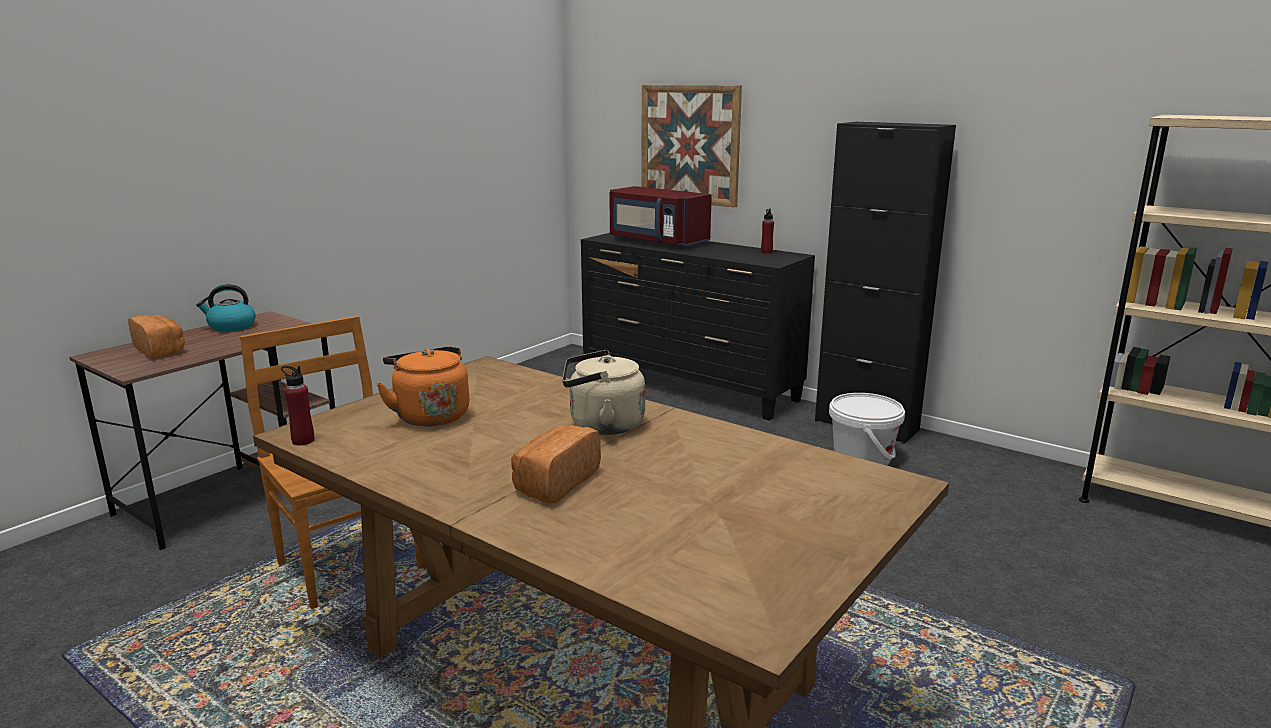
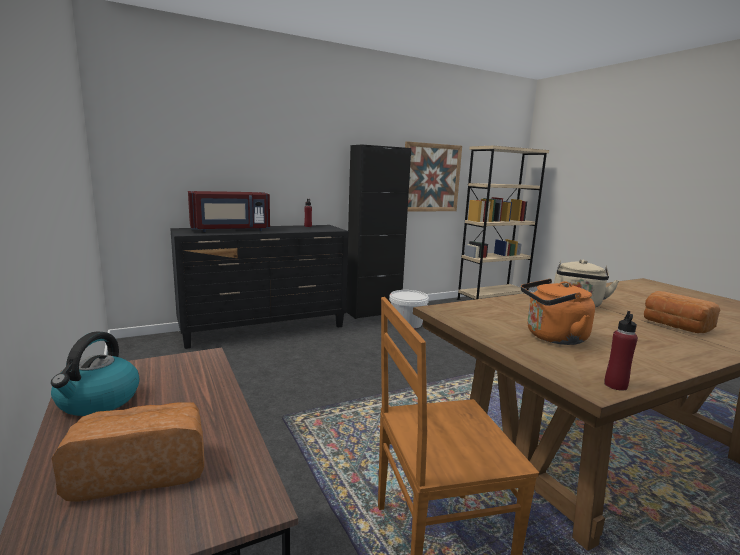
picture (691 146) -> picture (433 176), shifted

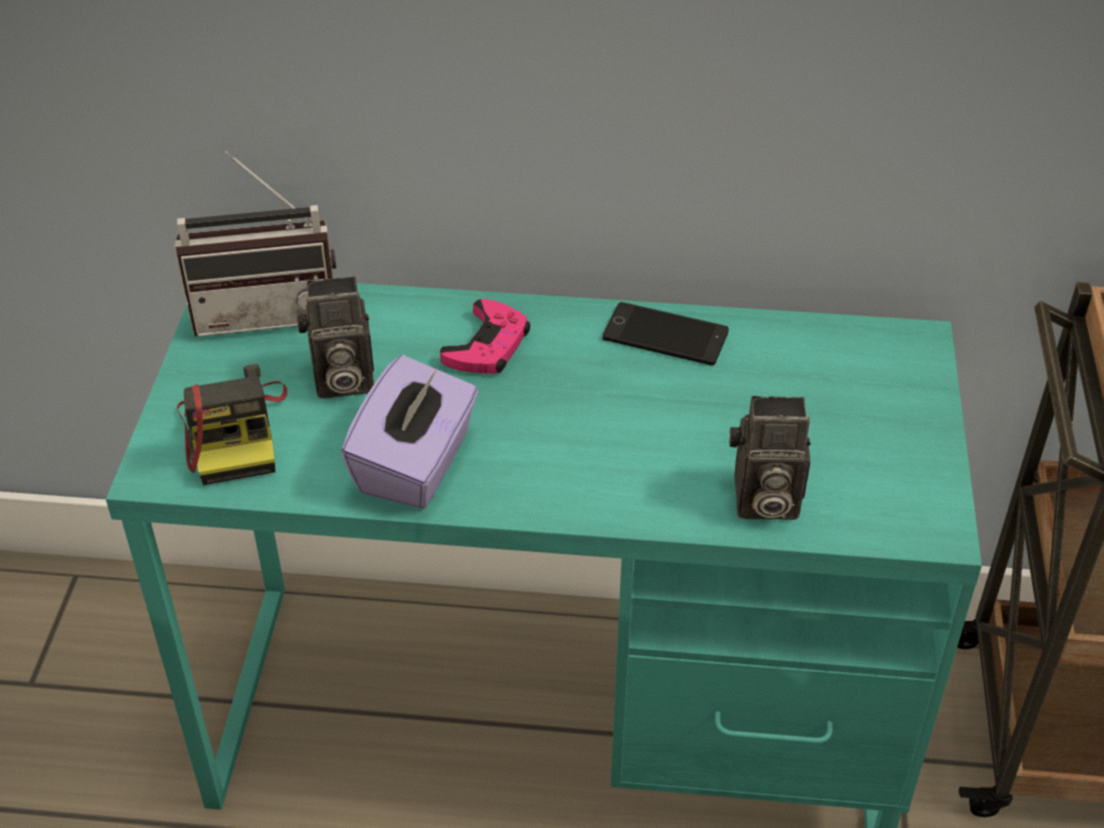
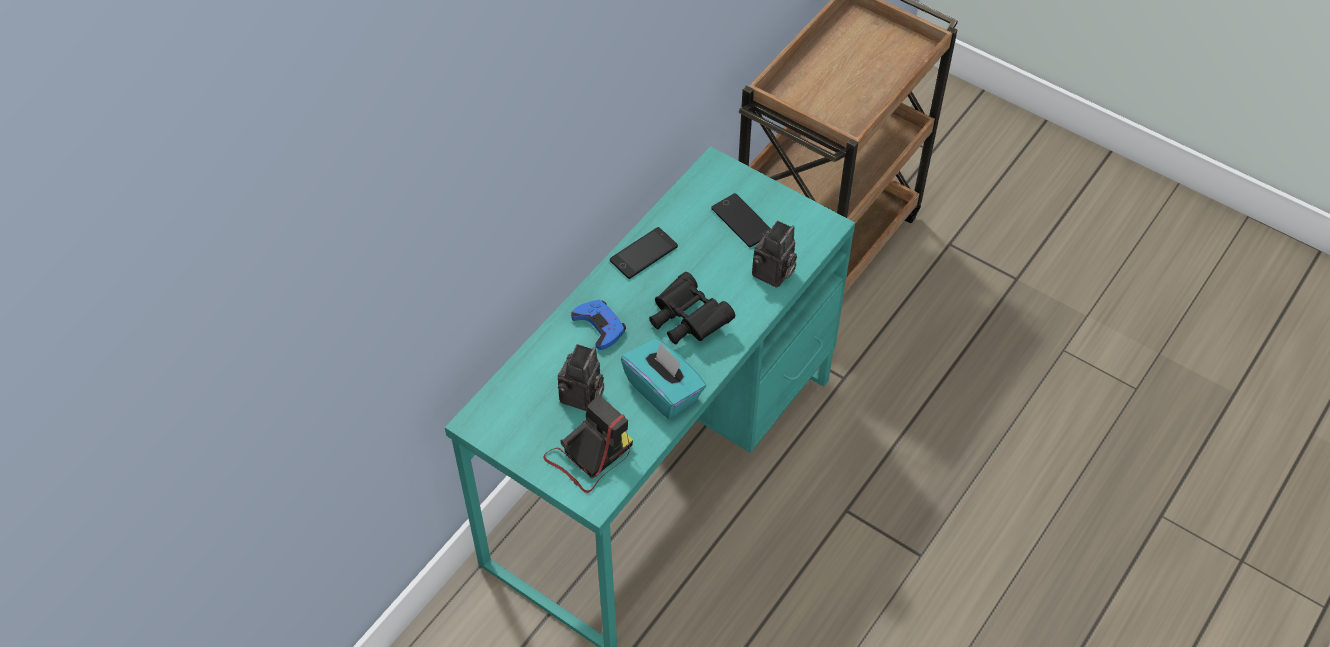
radio (255 244) -> none
none -> black_binoculars (692 308)
none -> phone (741 220)
purple_tissue_box (410 432) -> turquoise_tissue_box (663 378)
pink_game_controller (485 336) -> blue_game_controller (598 325)
photo_camera (232 424) -> photo_camera (588 444), 60 degrees counterclockwise

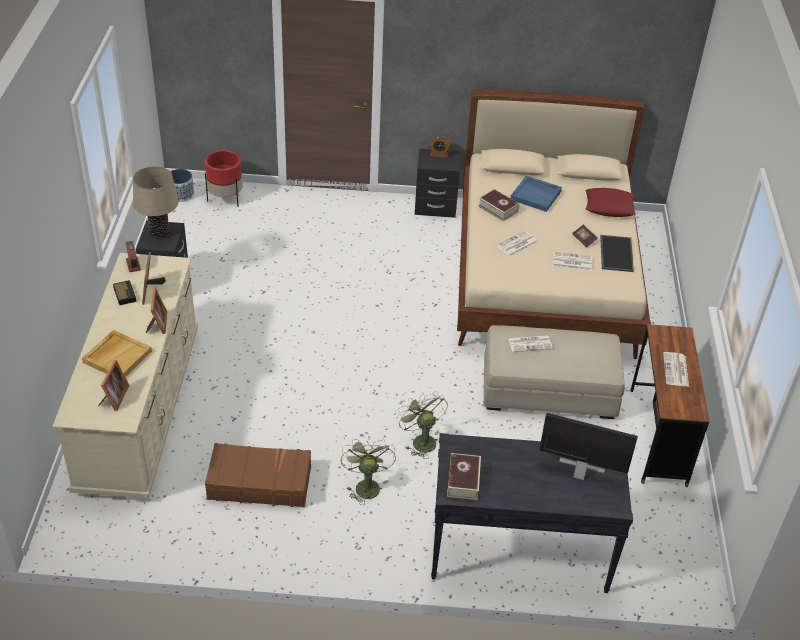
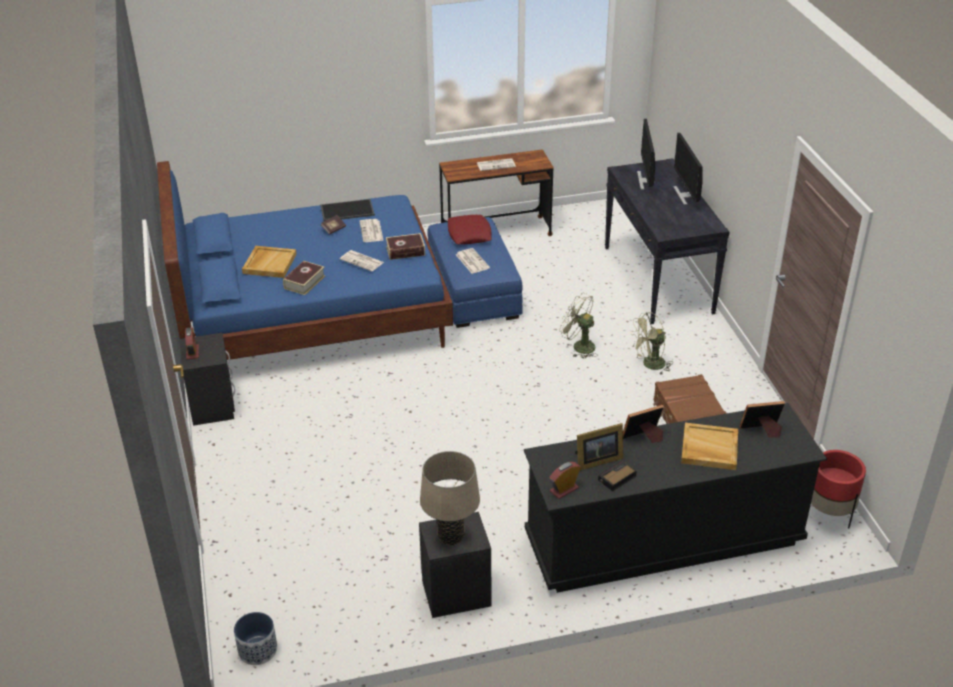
none -> monitor (688 169)
red_planter (224 178) -> red_planter (838 489), shifted
book (464 476) -> book (405 246), shifted
red_pillow (610 202) -> red_pillow (470 229), shifted
beige_dresser (125 376) -> black_dresser (675 498)
beige_bed (554 224) -> blue_bed (305 260)
beige_ottoman (554 372) -> blue_ottoman (475 272)
blue_tray (536 194) -> beige_tray (269 262)
green_fan (422 425) -> green_fan (578 326), 75 degrees clockwise

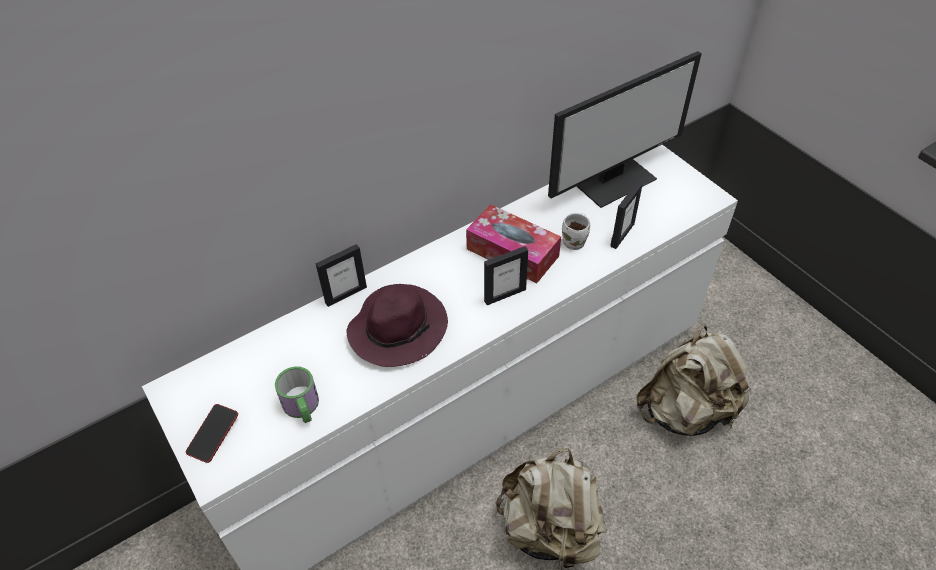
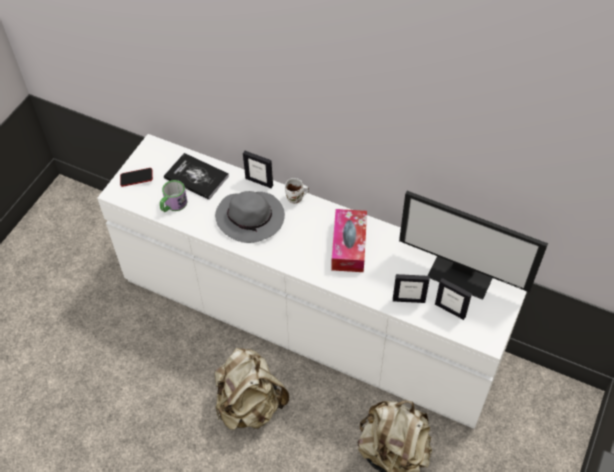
none -> book (196 176)
picture_frame (506 275) -> picture_frame (453 299), shifted
white_mug (576 231) -> white_mug (297 191), shifted
purple_hat (397 325) -> grey_hat (250 217)

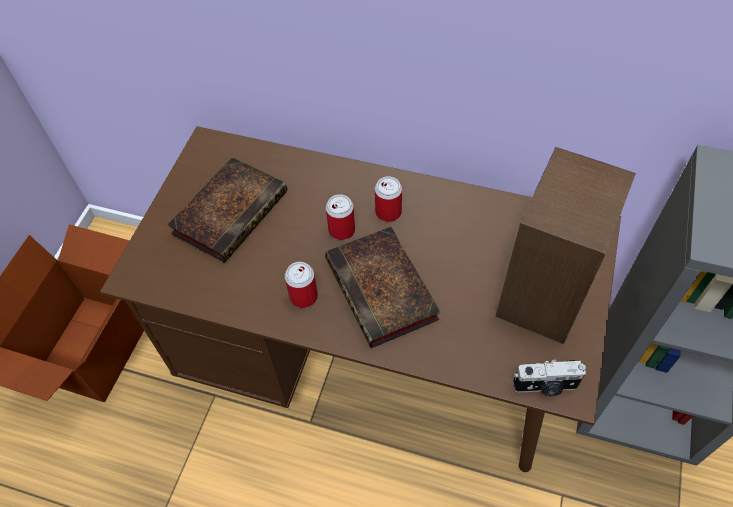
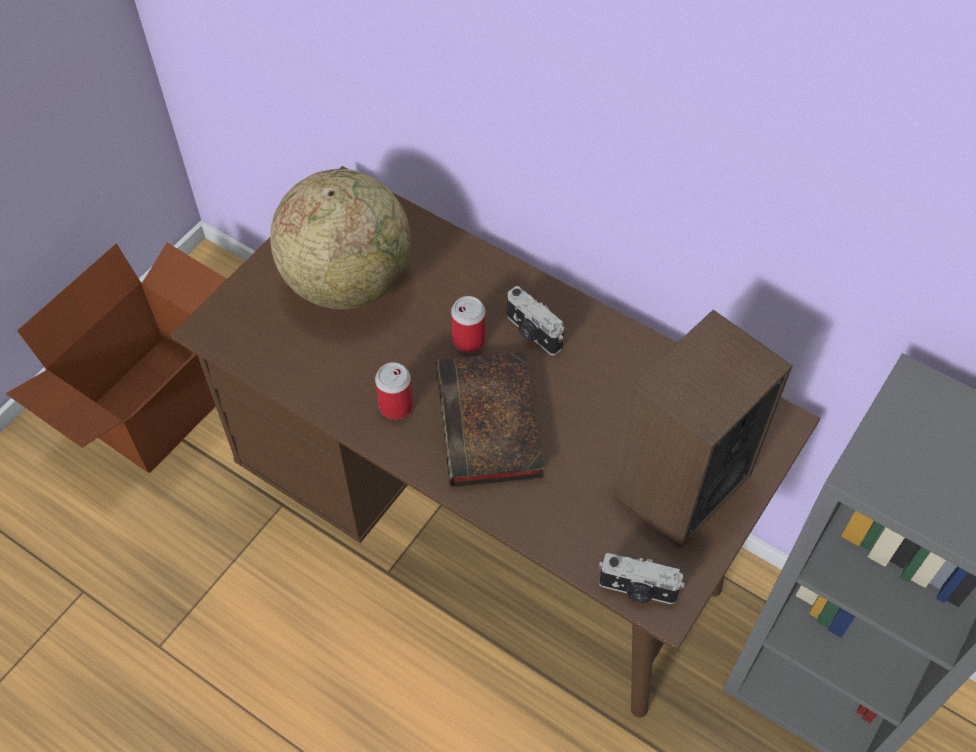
book (227 210) -> globe (340 239)
can (388 199) -> photo_camera (535 321)

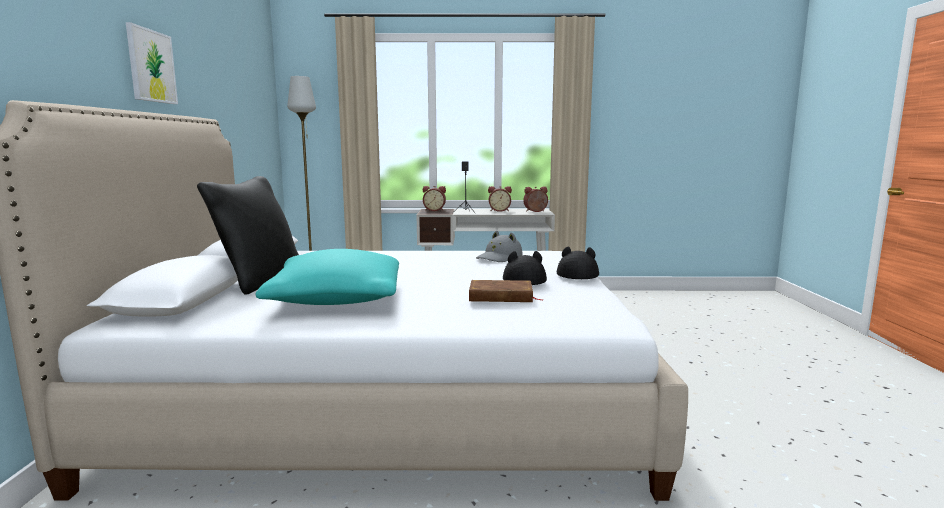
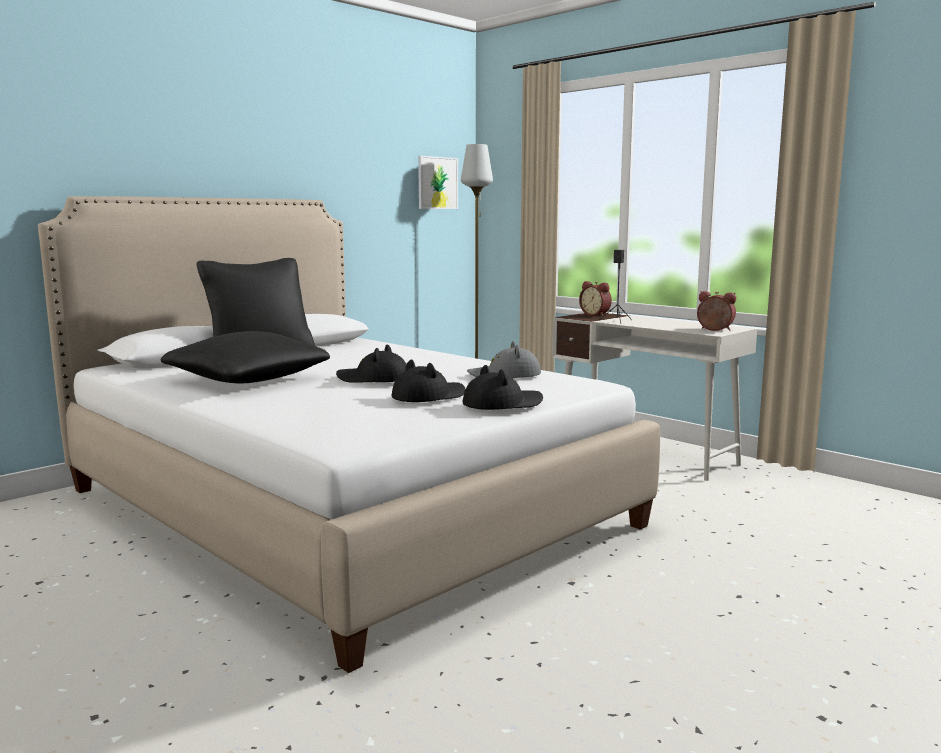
brown_book (506 291) -> none
alarm_clock (500 199) -> none
none -> black_hat (371 363)
picture (152 63) -> picture (438 182), shifted
turquoise_pillow (327 277) -> black_pillow (245 357)

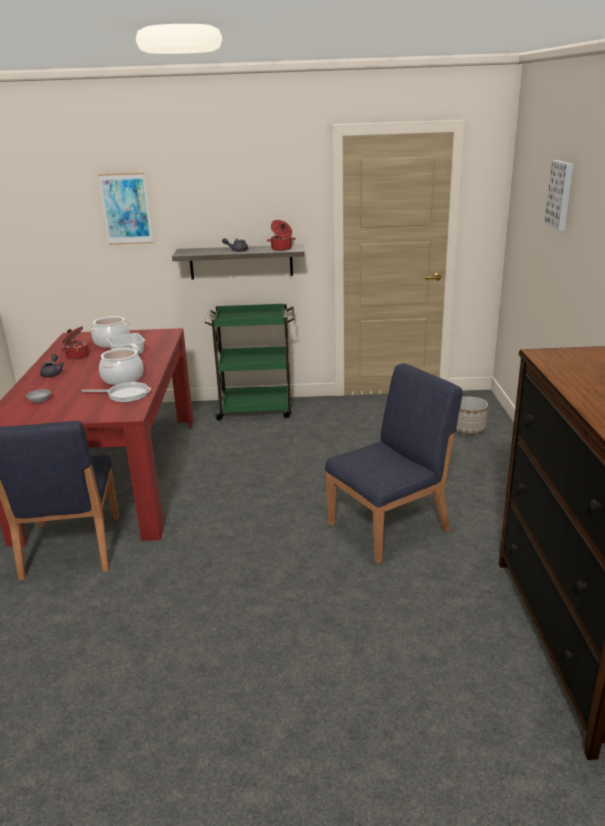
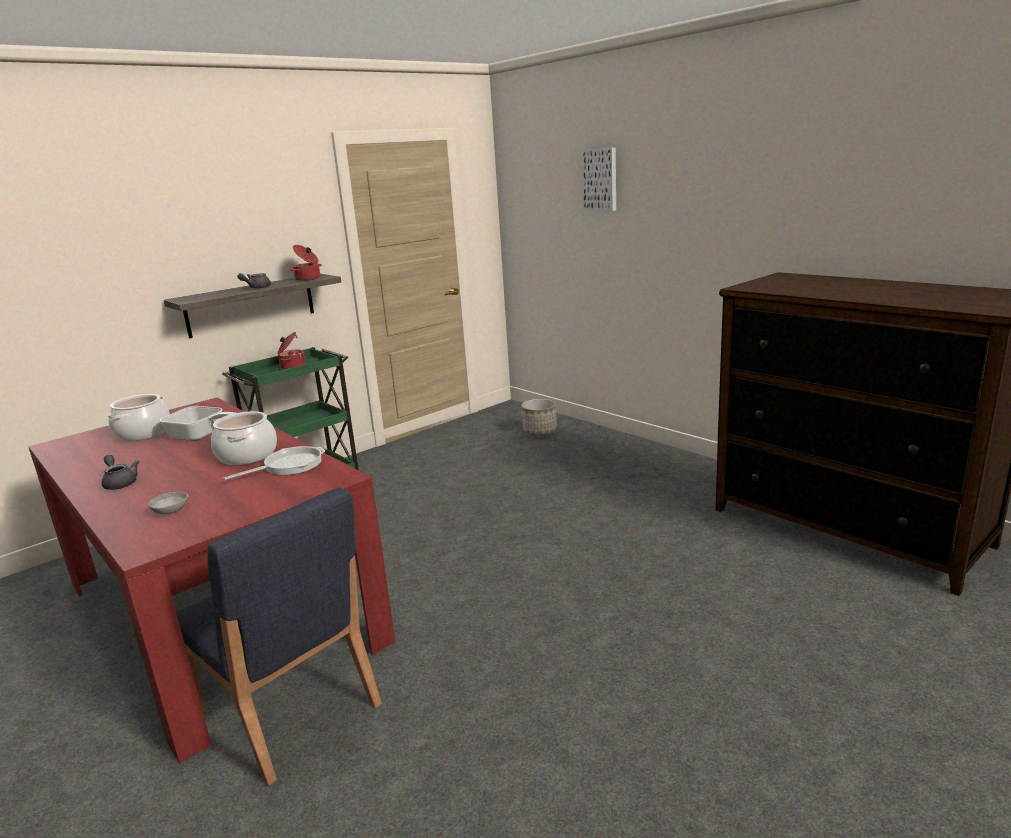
picture (125 209) -> none
blue_chair (394 463) -> none
cooking_pot (76 343) -> cooking_pot (292 350), shifted

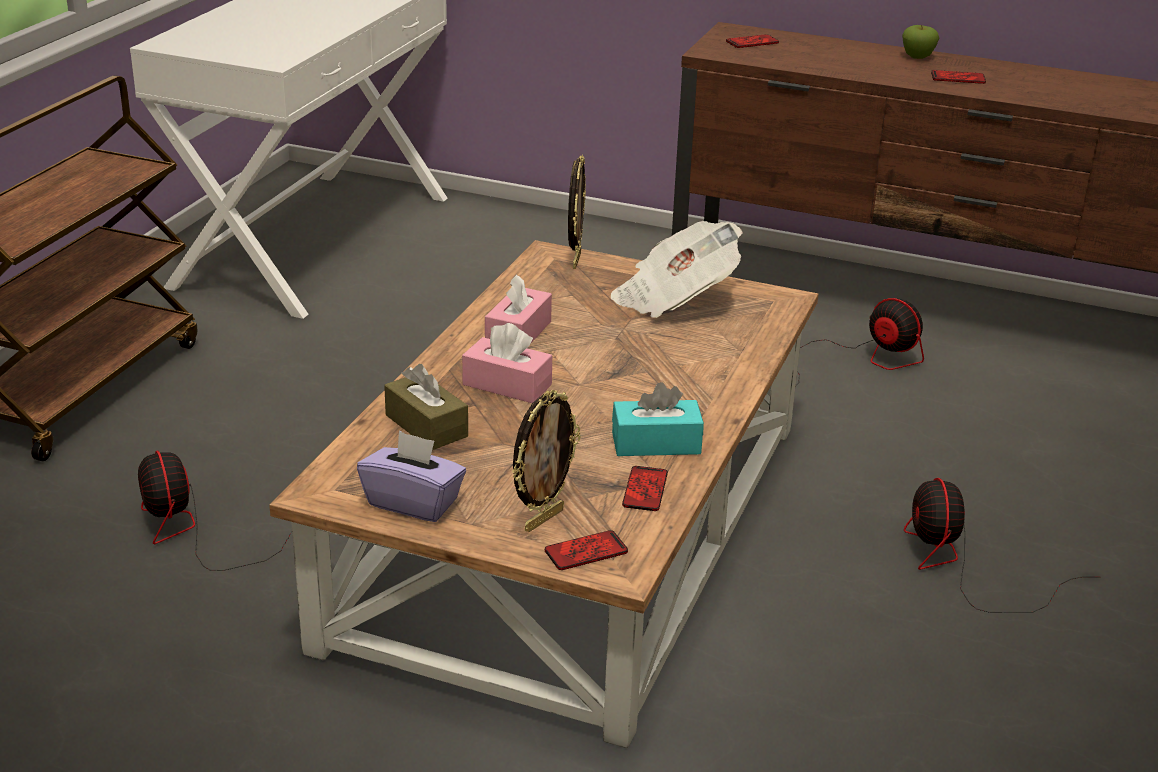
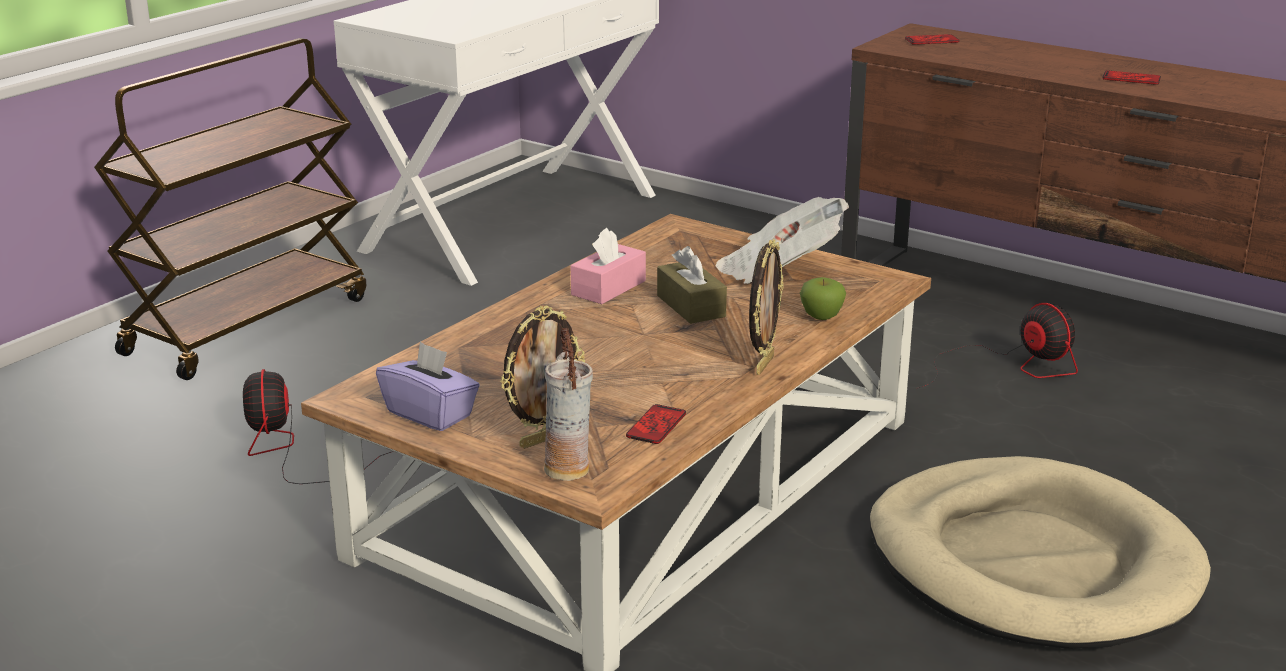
pink_tissue_box (507 363) -> none
turquoise_tissue_box (658 419) -> none
brown_tissue_box (426 407) -> brown_tissue_box (692 285), shifted
picture_frame (577 212) -> picture_frame (766 307), shifted
apple (920 42) -> apple (823 298), shifted
phone (586 550) -> vase (568 404)
fan (1002 545) -> beige_dog_bed (1040 552)

